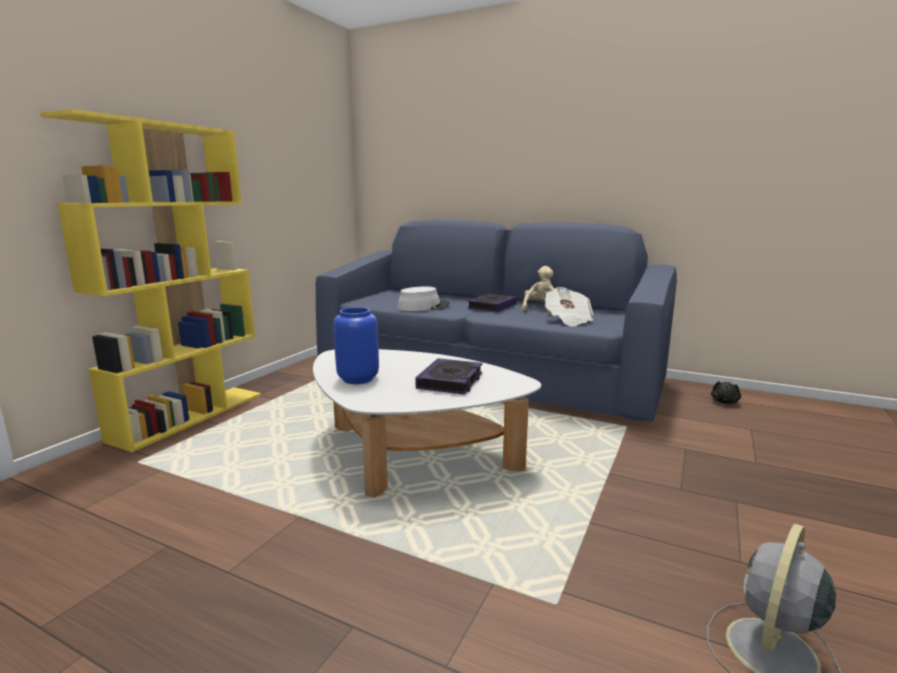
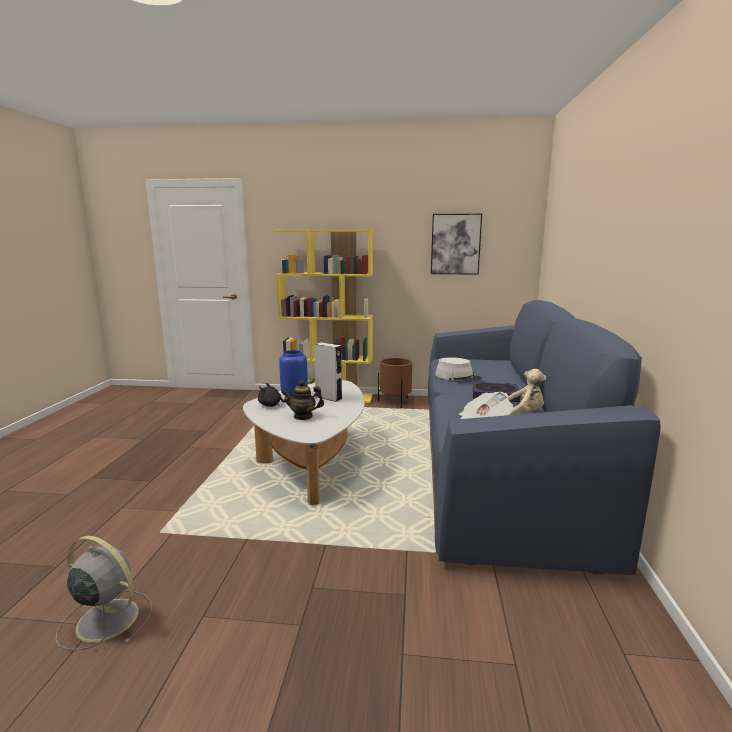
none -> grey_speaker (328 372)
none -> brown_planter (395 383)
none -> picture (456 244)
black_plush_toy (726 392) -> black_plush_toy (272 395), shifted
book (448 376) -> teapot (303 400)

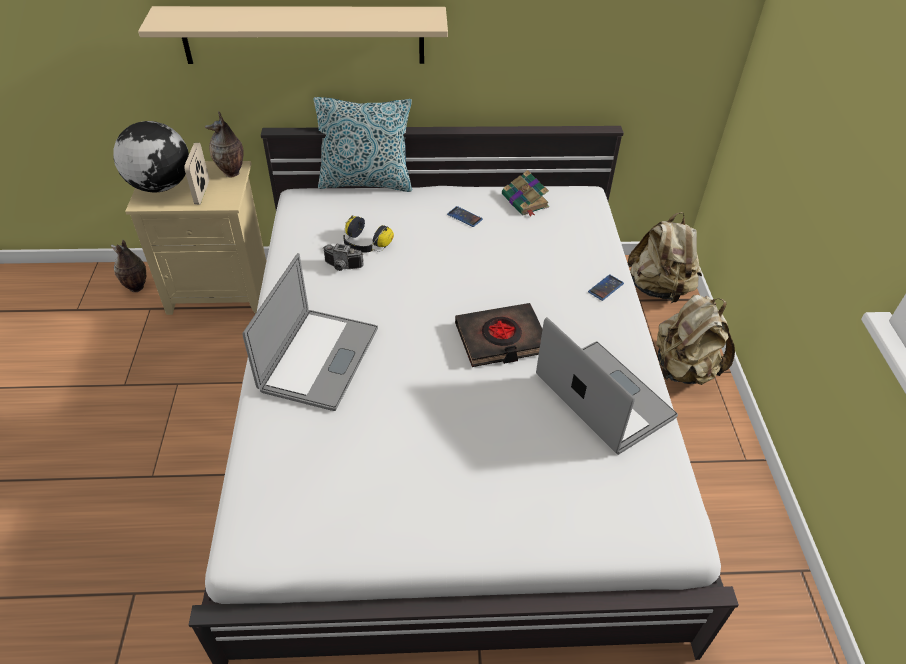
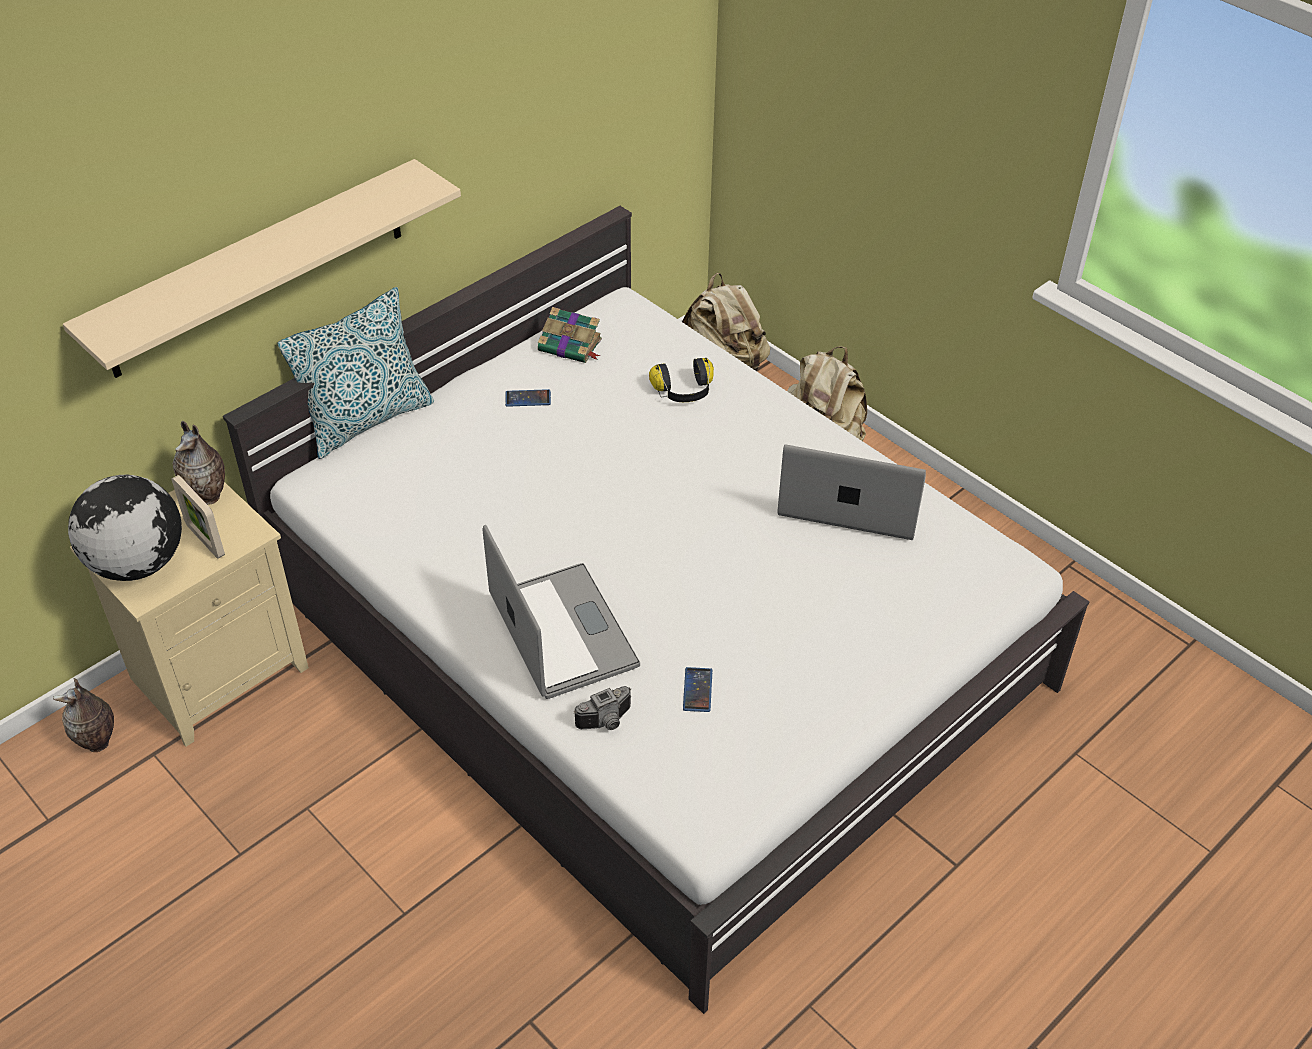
black_book (499 335) -> none
photo_camera (343 257) -> photo_camera (602 708), shifted
headphones (368 234) -> headphones (681 380), shifted
phone (606 287) -> phone (697 689), shifted

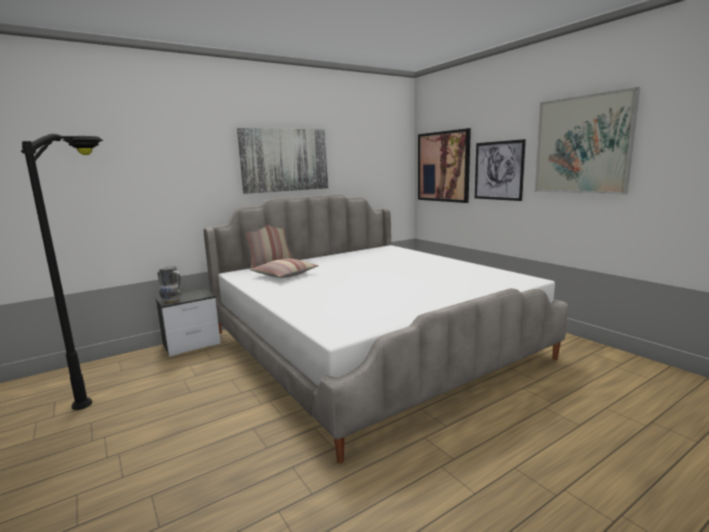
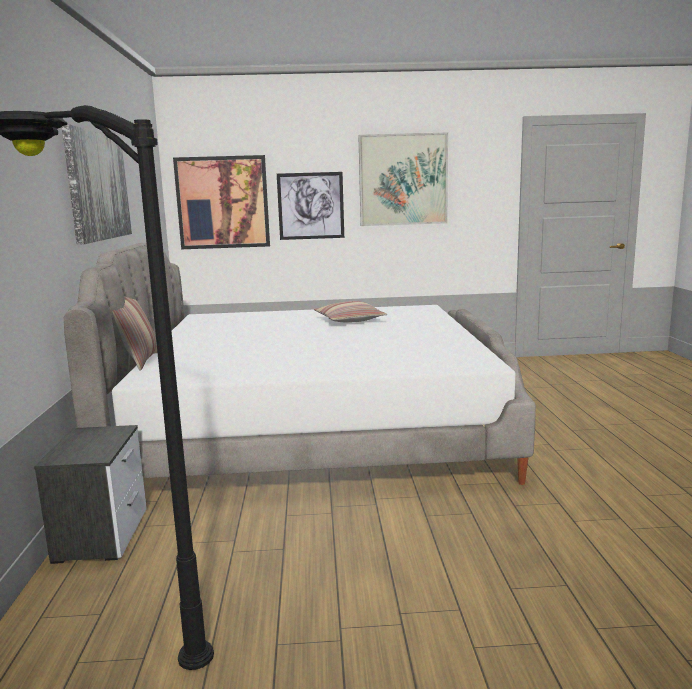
vase (169 285) -> none
pillow (283 268) -> pillow (350 312), shifted

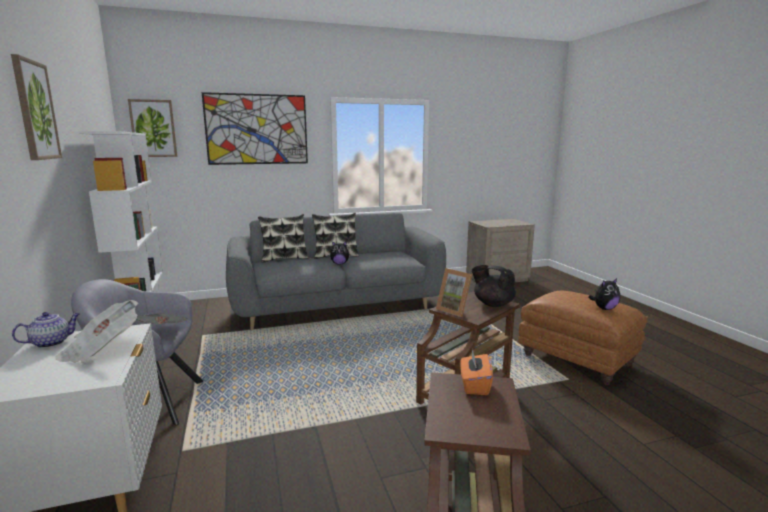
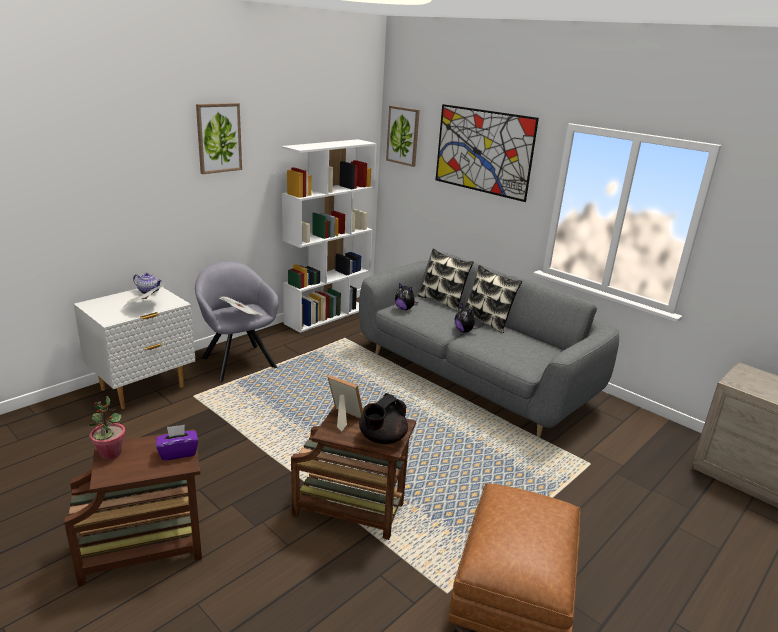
none -> potted_plant (107 427)
plush_toy (604 294) -> plush_toy (406 296), shifted
orange_tissue_box (476 372) -> purple_tissue_box (177 443)
picture_frame (454 292) -> picture_frame (345 403), 105 degrees clockwise
black_teapot (494 286) -> black_teapot (383 418), 150 degrees counterclockwise

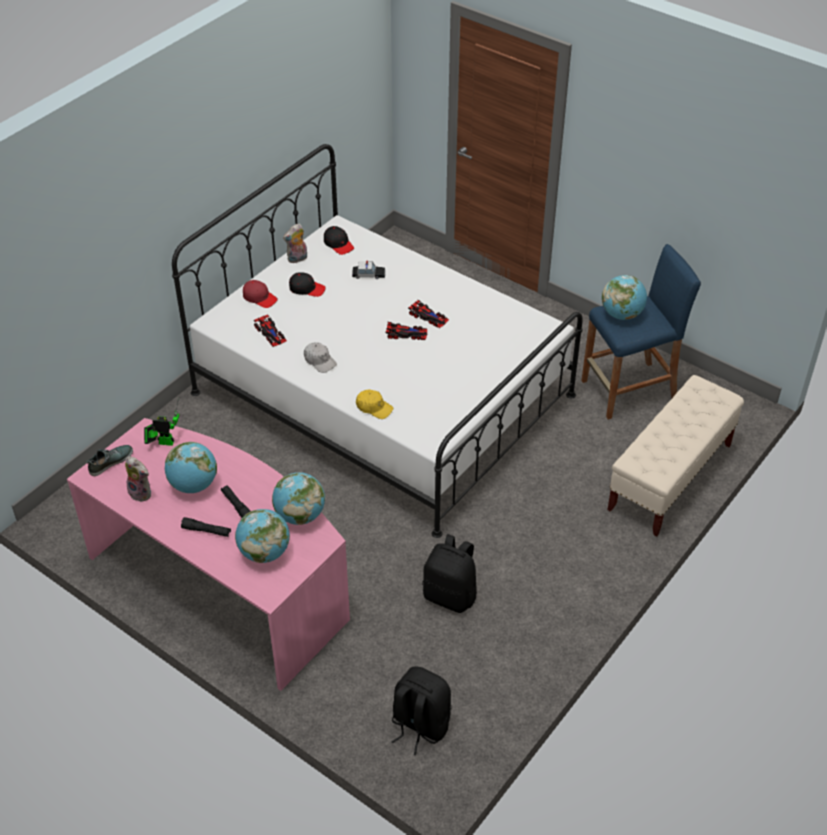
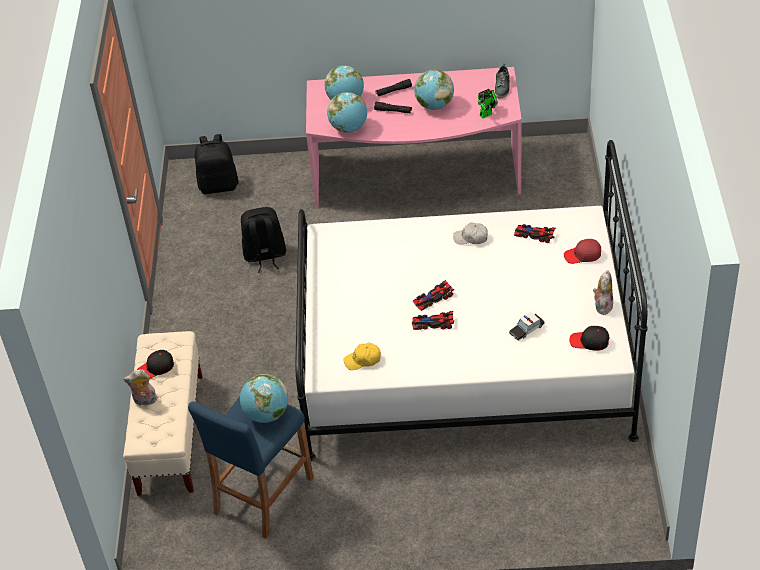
plush_toy (138 479) -> plush_toy (140 387), shifted
black_cap (307 284) -> black_cap (155 364), shifted
yellow_cap (375 404) -> yellow_cap (362 356), shifted

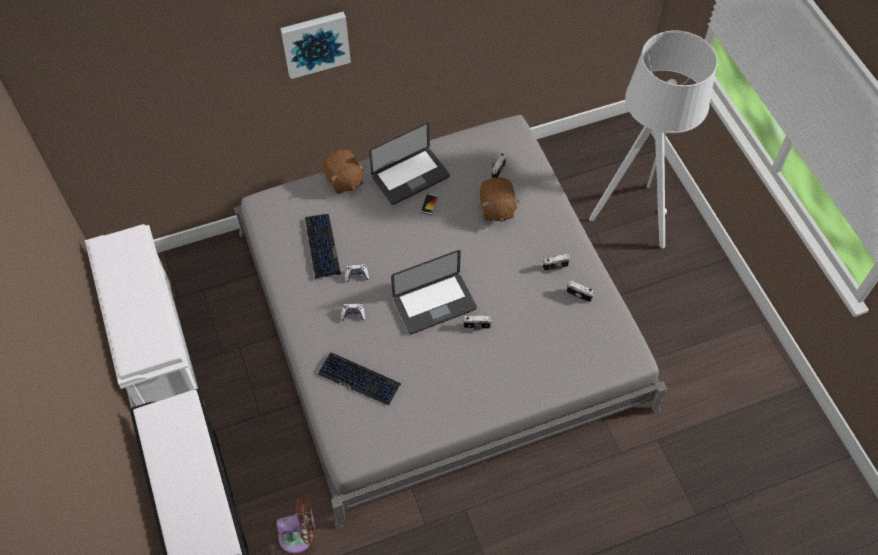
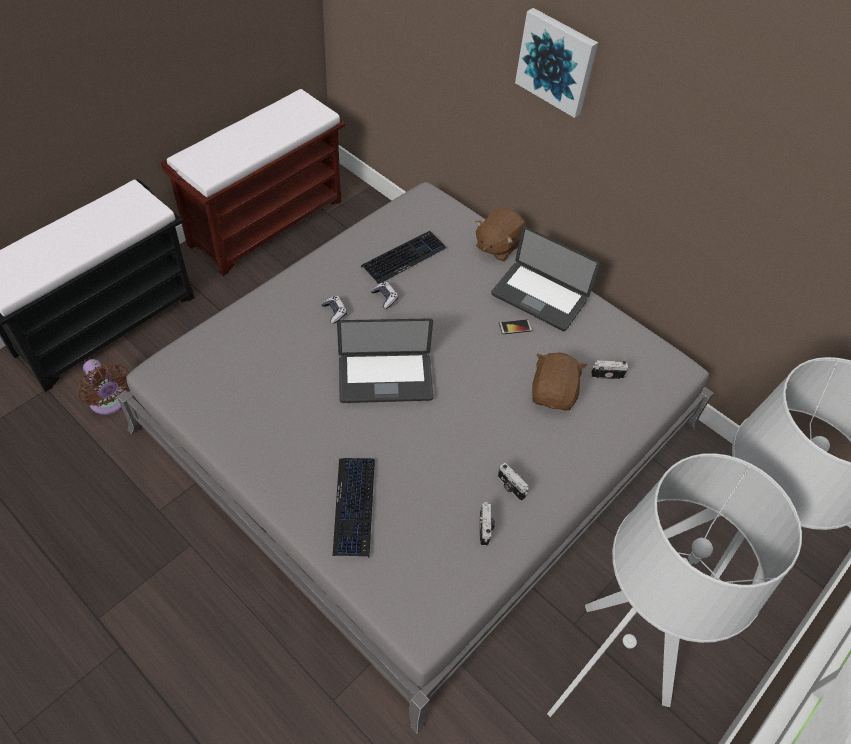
photo_camera (477 322) -> none
none -> grey_floor_lamp (674 585)
keyboard (359 379) -> keyboard (354 508), shifted
white_bench (145 315) -> brown_bench (253 182)
laptop (434 292) -> laptop (385 360), 45 degrees counterclockwise
brown_plush_toy (500 199) -> brown_plush_toy (559 381), 135 degrees clockwise

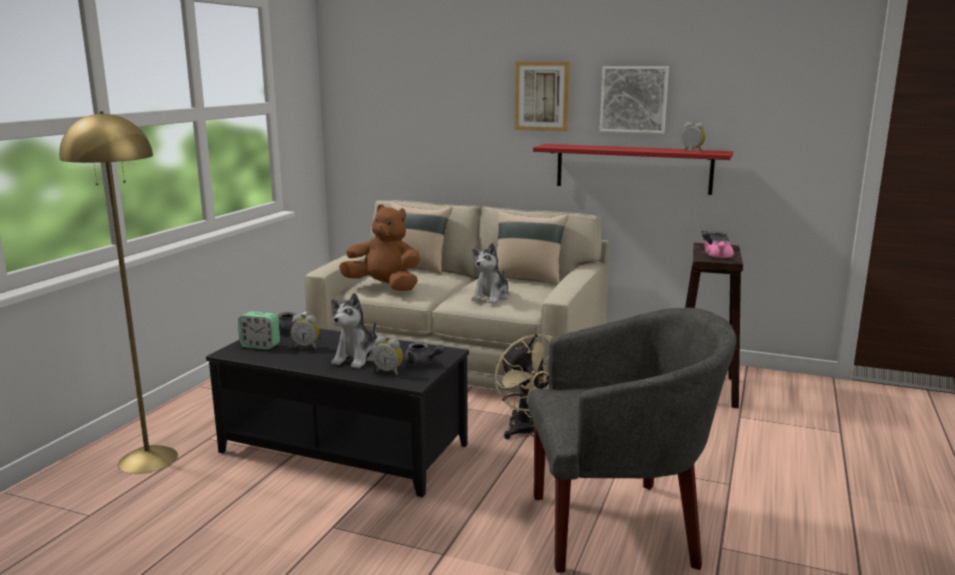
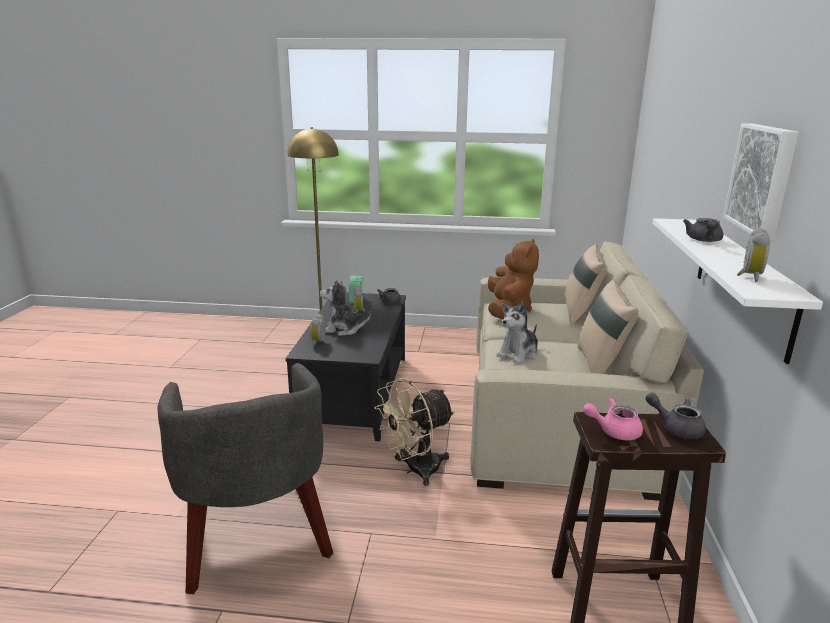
picture (542 96) -> none
grey_teapot (424 354) -> grey_teapot (703 230), shifted
red_shelf (633 169) -> white_shelf (738 291)
plush_toy (490 273) -> plush_toy (517 332), 60 degrees counterclockwise

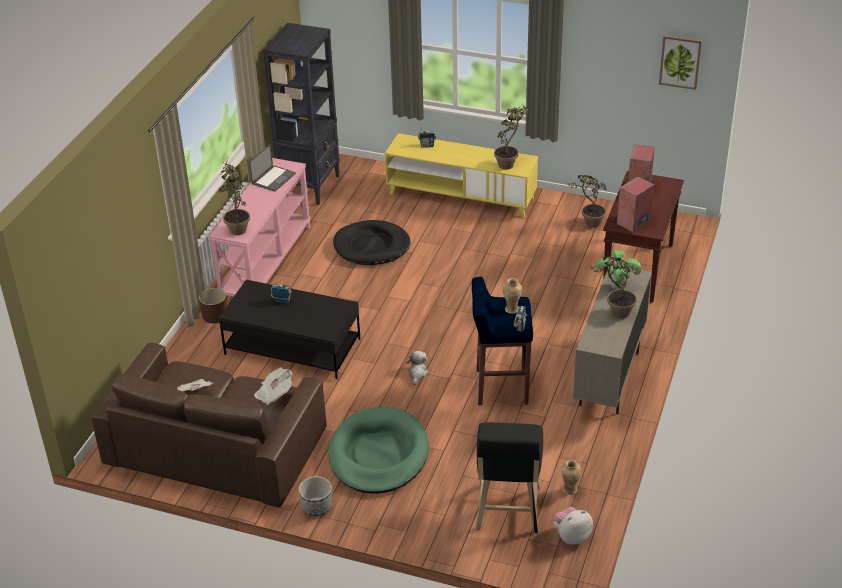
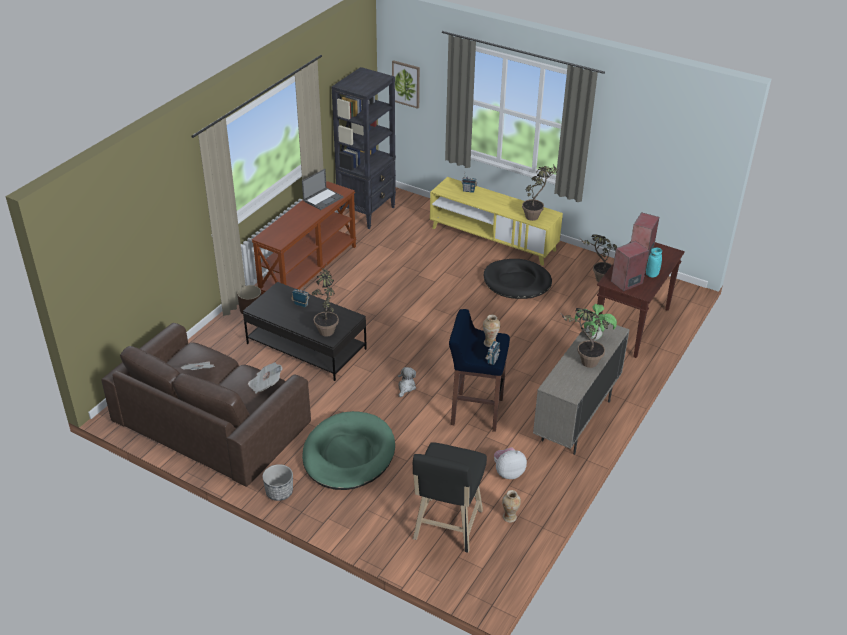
none -> turquoise_vase (654 263)
potted_plant (234 197) -> potted_plant (325 301), shifted
black_dog_bed (372 242) -> black_dog_bed (518 279), shifted
plush_toy (573 526) -> plush_toy (510 463), shifted
picture (680 62) -> picture (406 84), shifted
pink_console_table (260 227) -> brown_console_table (304 238)

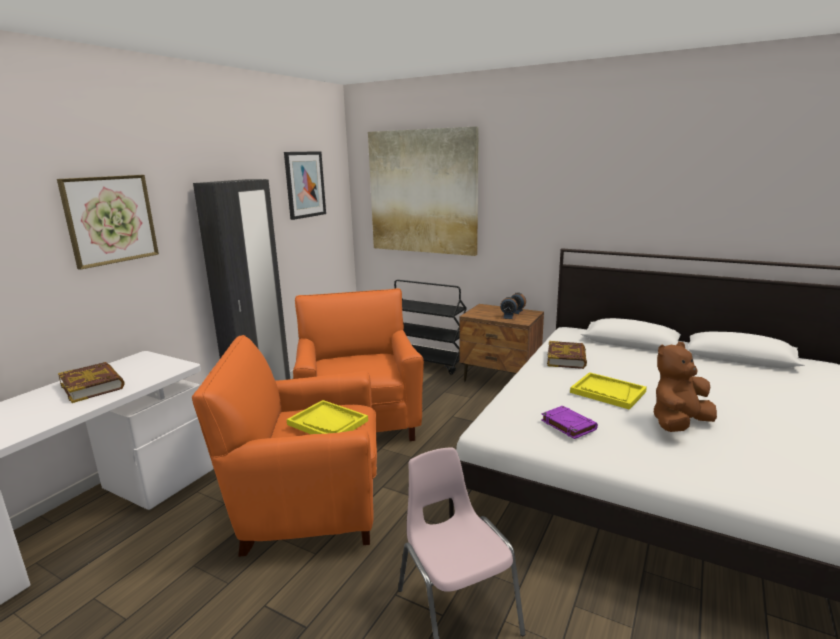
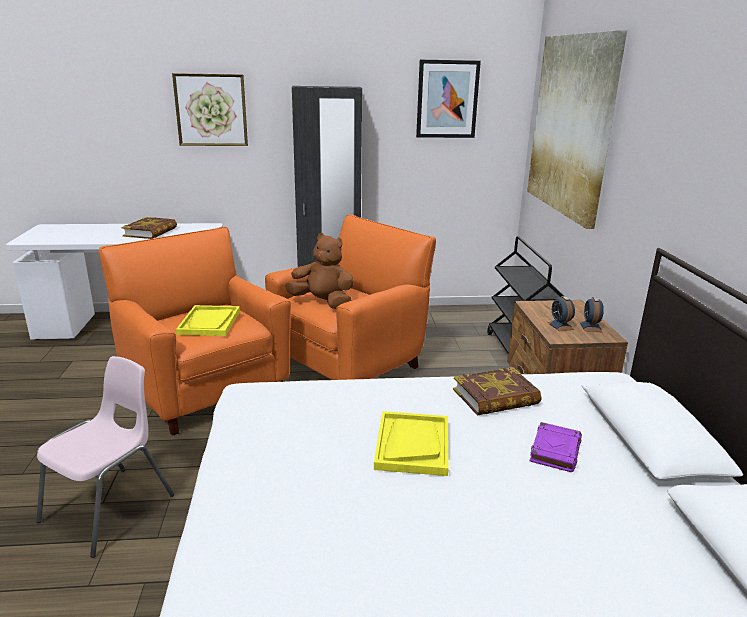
purple_book (569 422) -> purple_book (556 447), shifted
brown_plush_toy (685 387) -> brown_plush_toy (319 271), shifted

